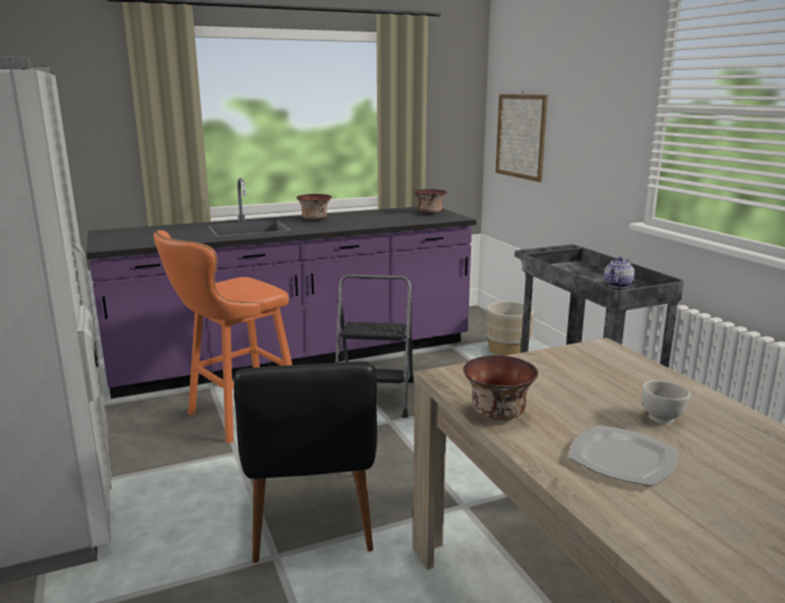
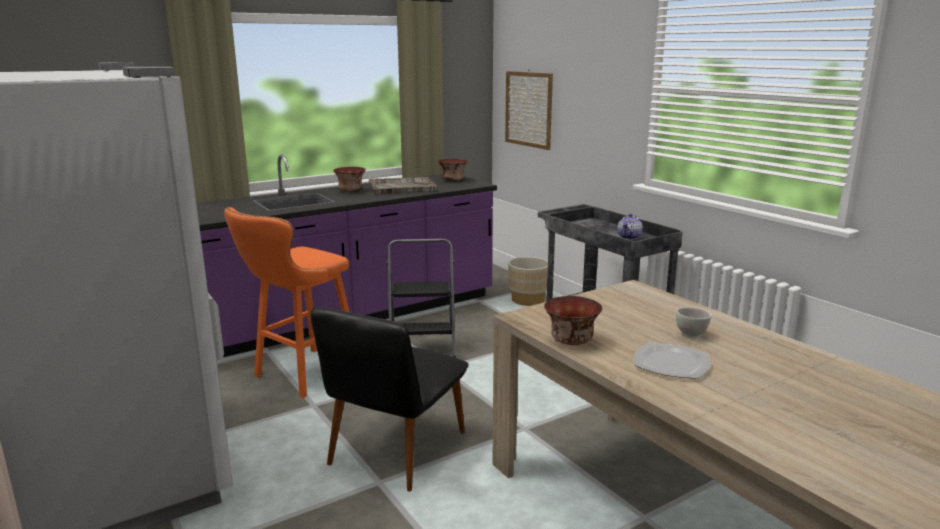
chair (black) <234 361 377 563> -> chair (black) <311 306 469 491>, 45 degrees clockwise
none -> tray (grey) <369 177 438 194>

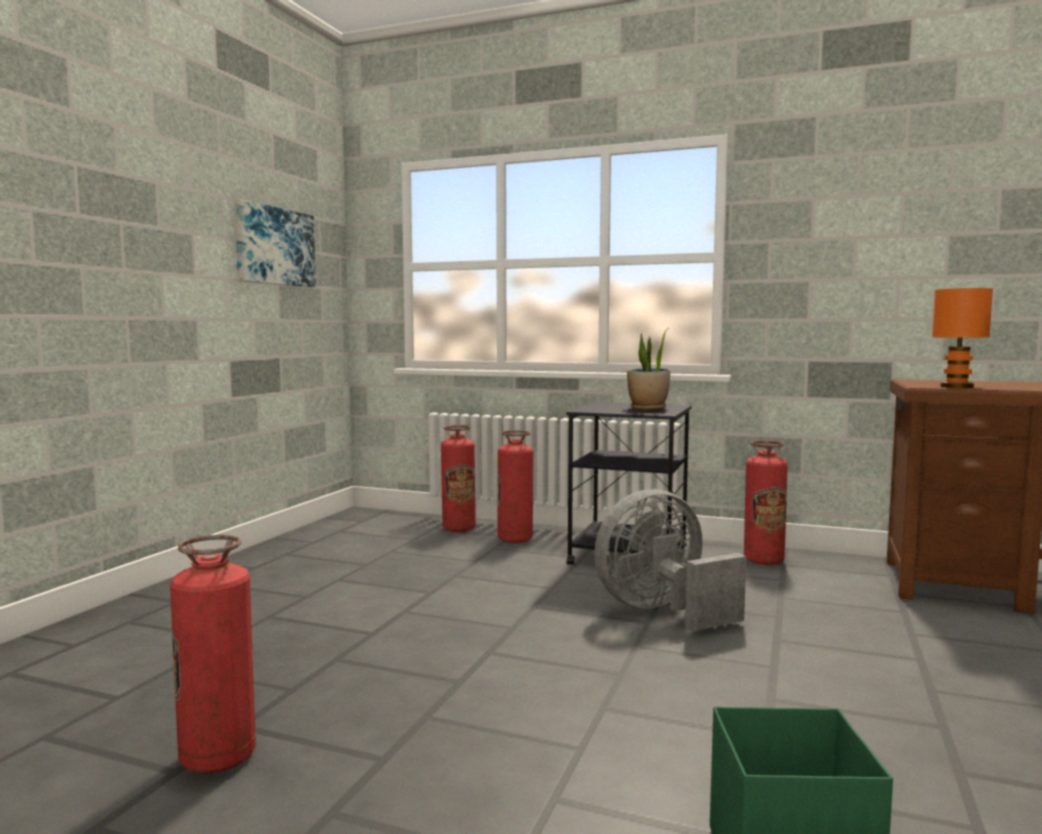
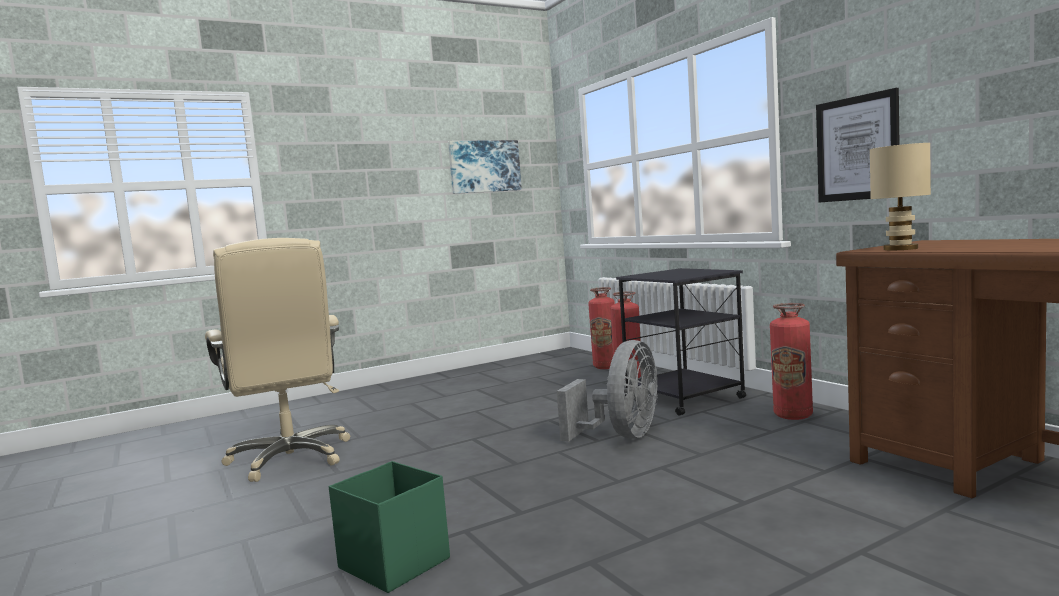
fire extinguisher <170 535 256 773> -> office chair (beige) <205 238 351 482>
fan (grey) <594 489 746 631> -> fan (grey) <557 340 658 442>, 105 degrees clockwise
potted plant <627 328 670 410> -> none
table lamp (orange) <932 288 993 388> -> table lamp (beige) <870 143 931 250>
none -> picture <816 88 899 202>

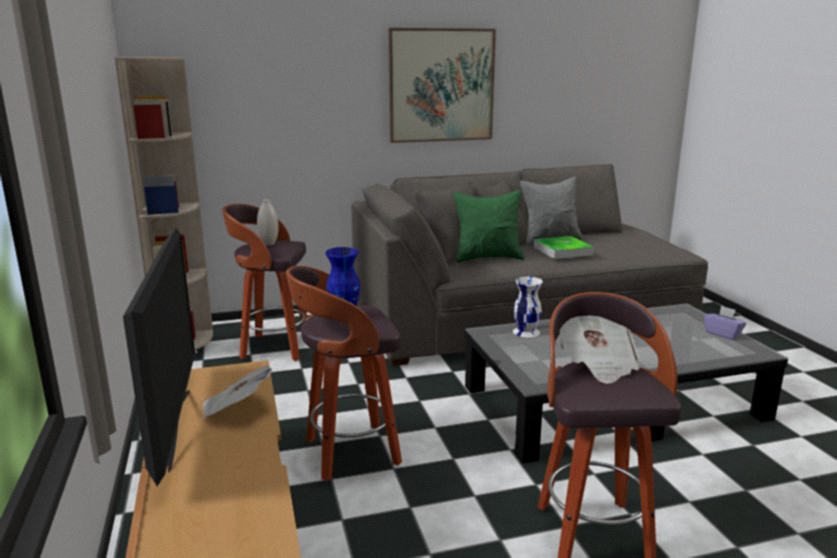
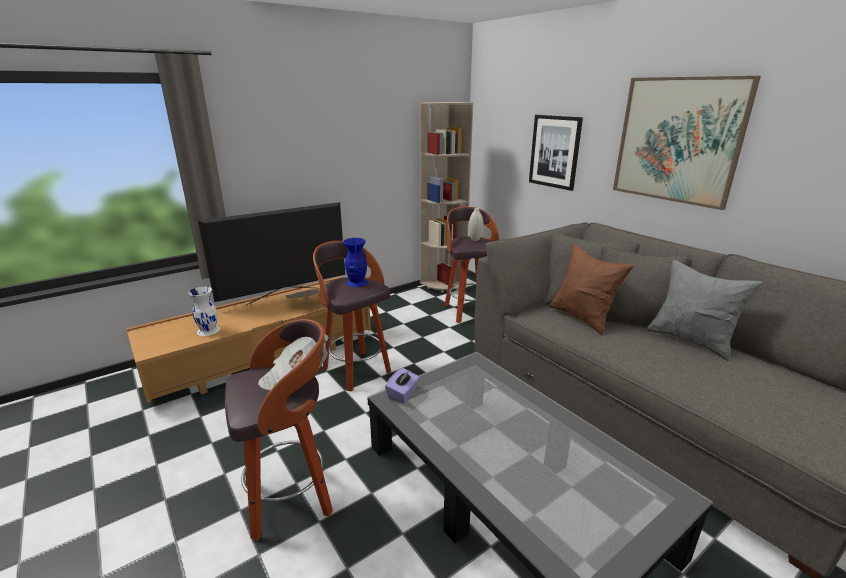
pillow (green) <453 190 525 263> -> pillow (brown) <549 244 634 336>
vase (white) <513 276 543 338> -> vase (white) <188 287 220 336>, move
tray <534 236 594 259> -> none
tissue box (purple) <704 306 746 340> -> tissue box (purple) <385 368 420 403>, move
none -> picture <529 115 583 191>

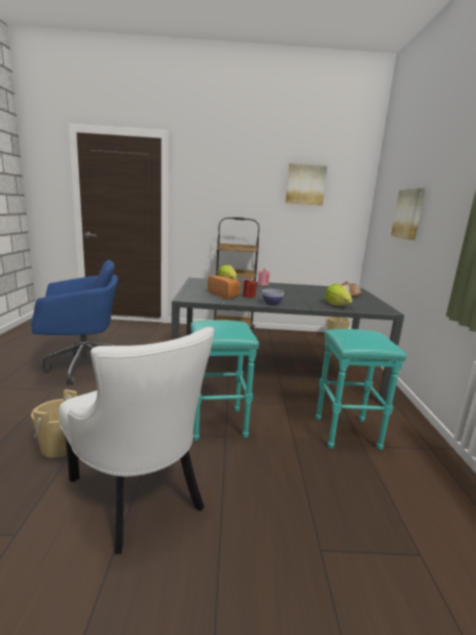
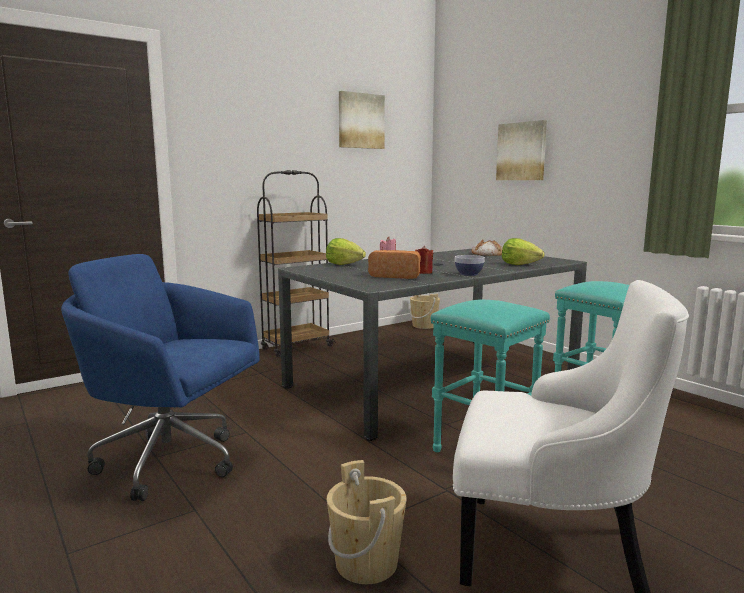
office chair (blue) <31 260 118 385> -> office chair (blue) <61 254 260 501>, 105 degrees counterclockwise

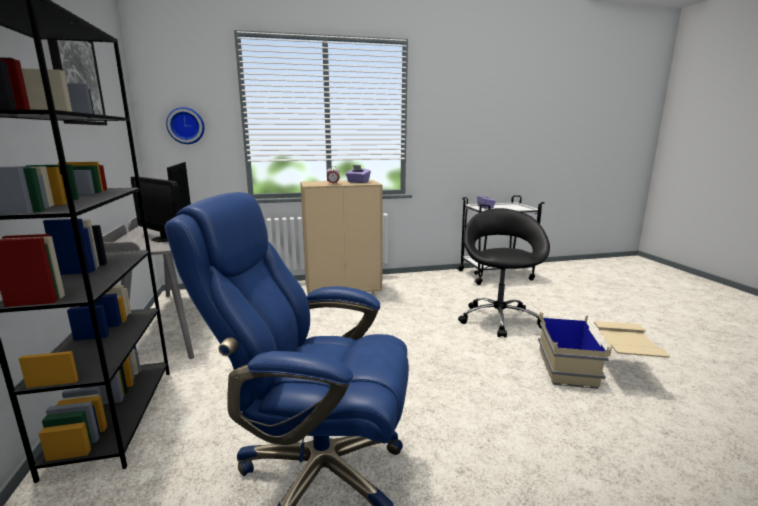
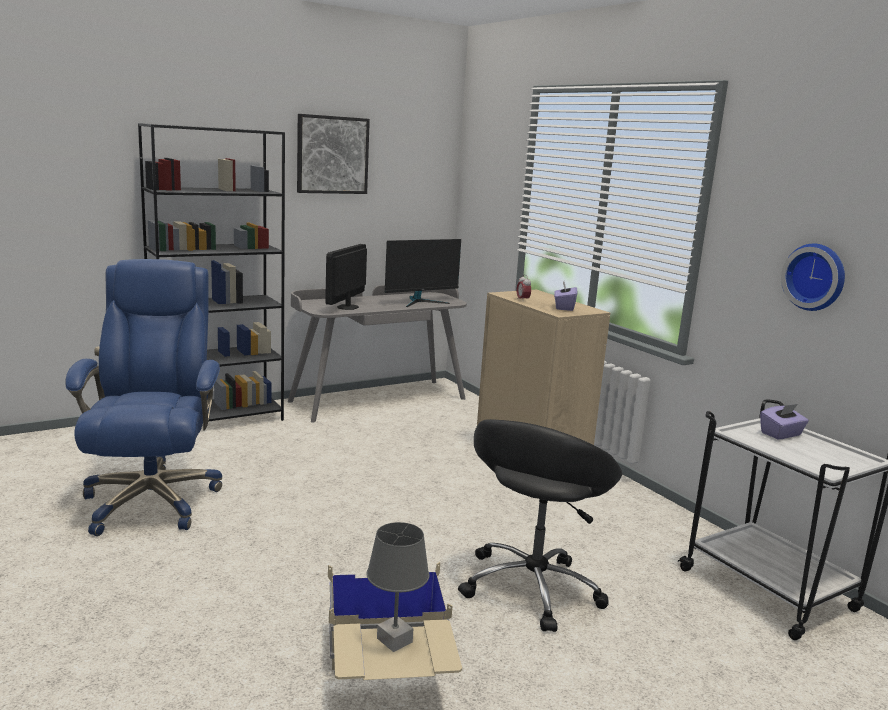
wall clock <166 107 204 144> -> wall clock <781 244 845 311>, move
office chair (black) <458 208 550 337> -> office chair (black) <458 419 622 632>, 135 degrees clockwise
none -> table lamp (grey) <366 522 430 652>

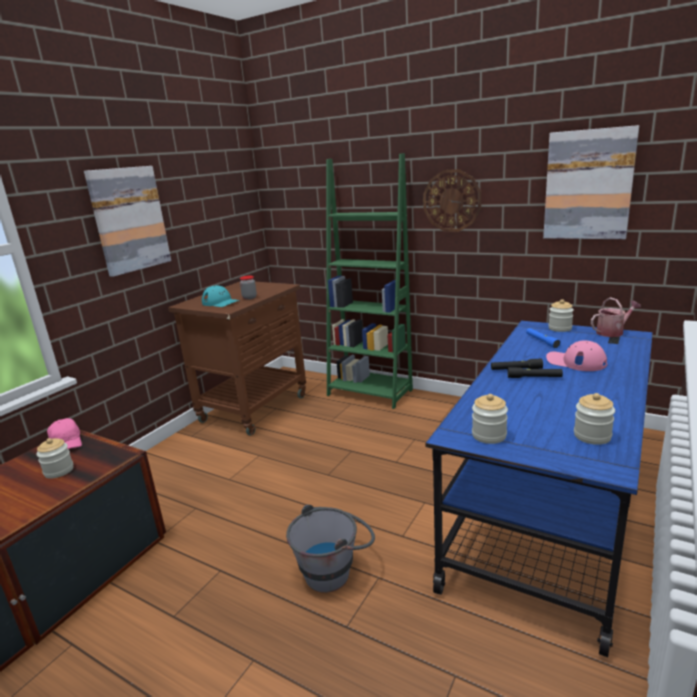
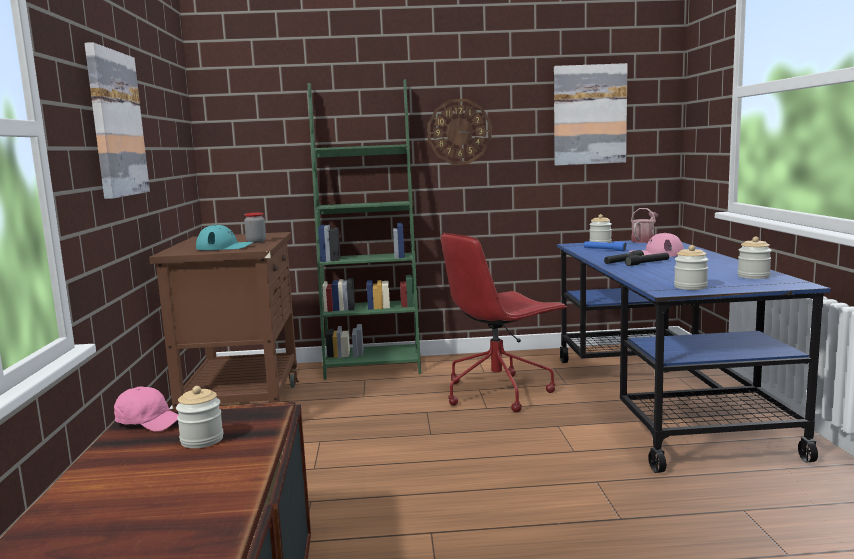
bucket (grey) <286 504 375 593> -> none
none -> office chair (red) <441 233 567 413>

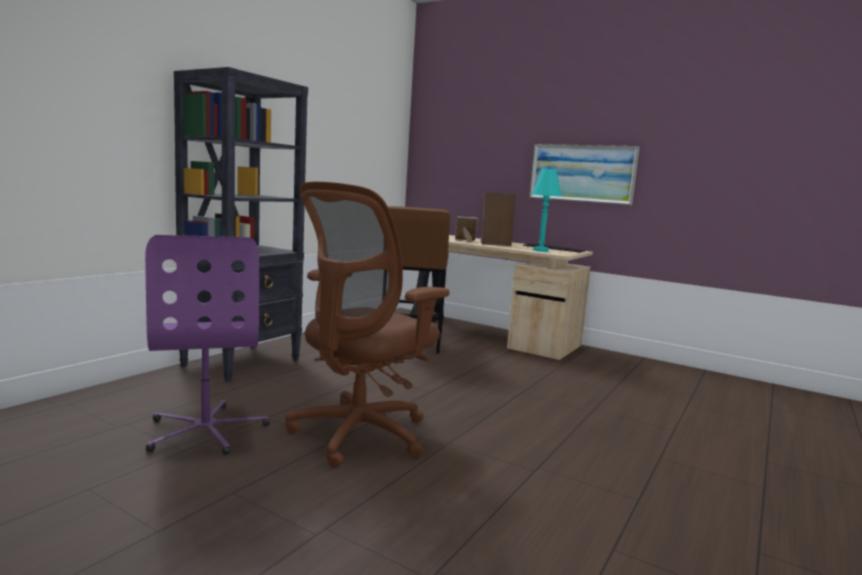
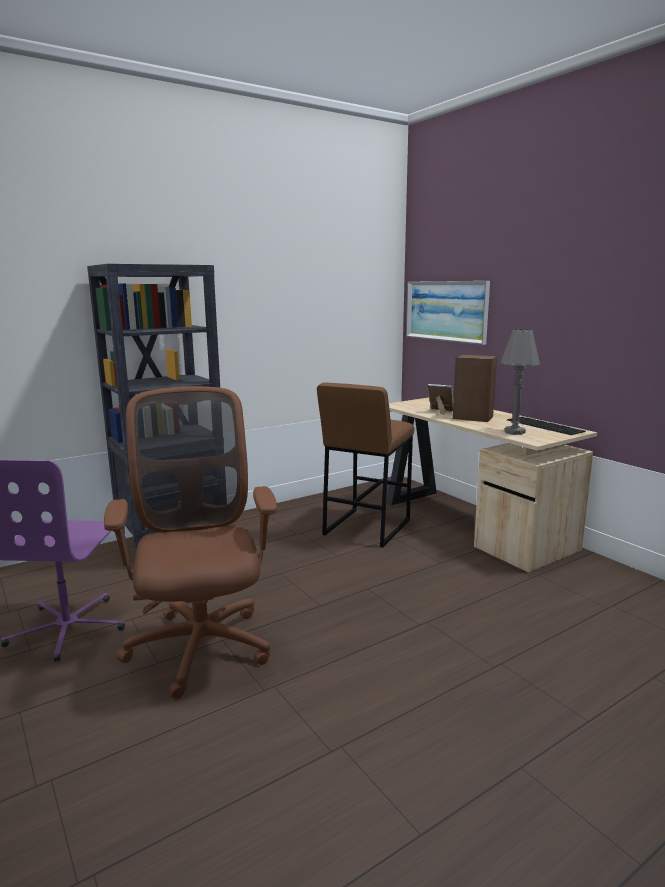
office chair (brown) <285 182 449 468> -> office chair (brown) <104 386 277 699>, 105 degrees clockwise
picture <529 144 639 205> -> picture <406 281 490 345>, move
table lamp (turquoise) <532 169 562 252> -> table lamp (grey) <501 329 540 435>

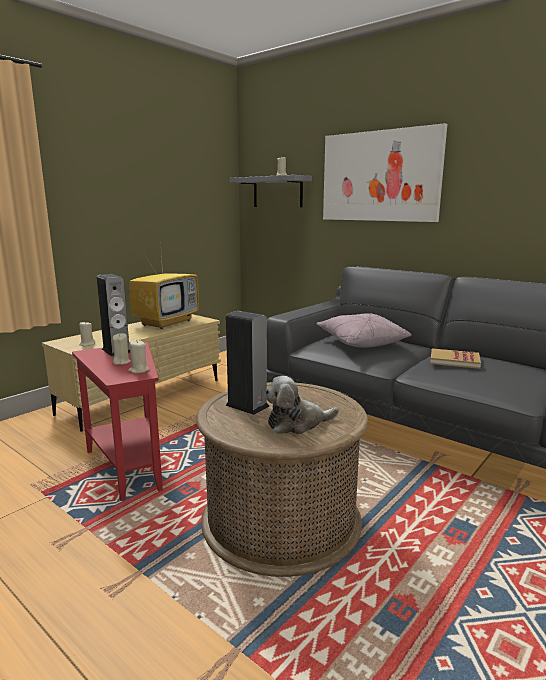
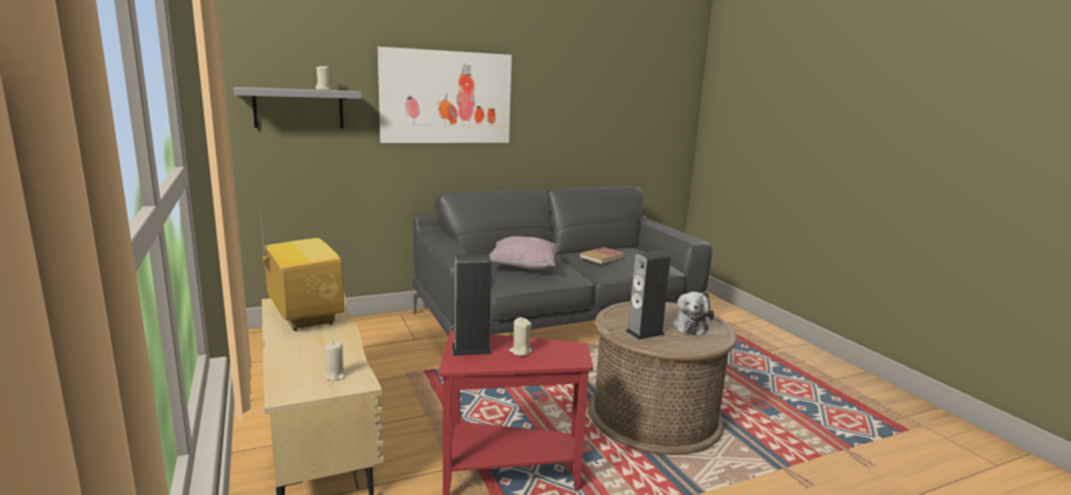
candle (beige) <128 340 149 373> -> none

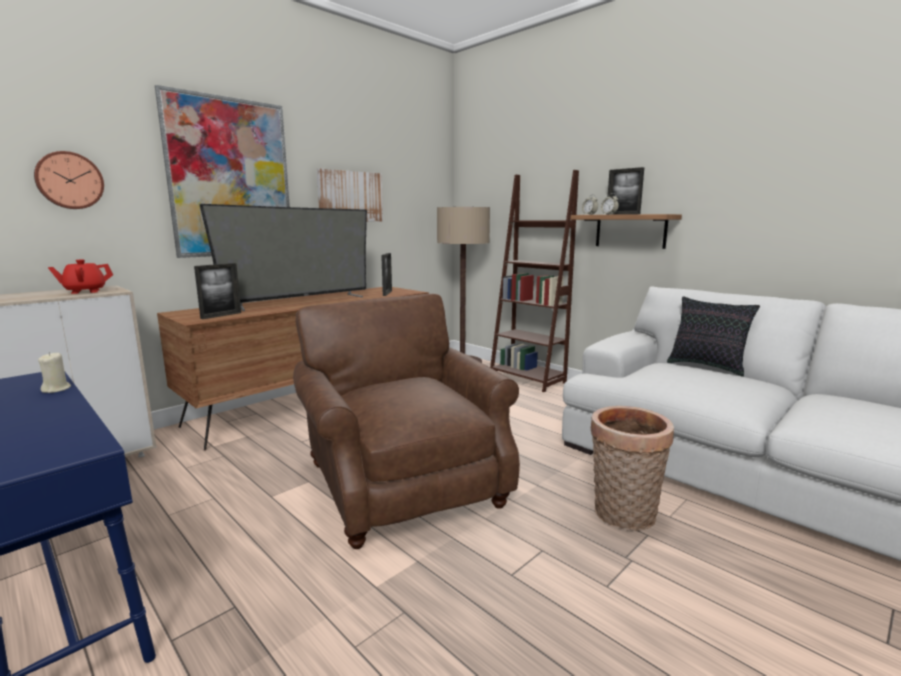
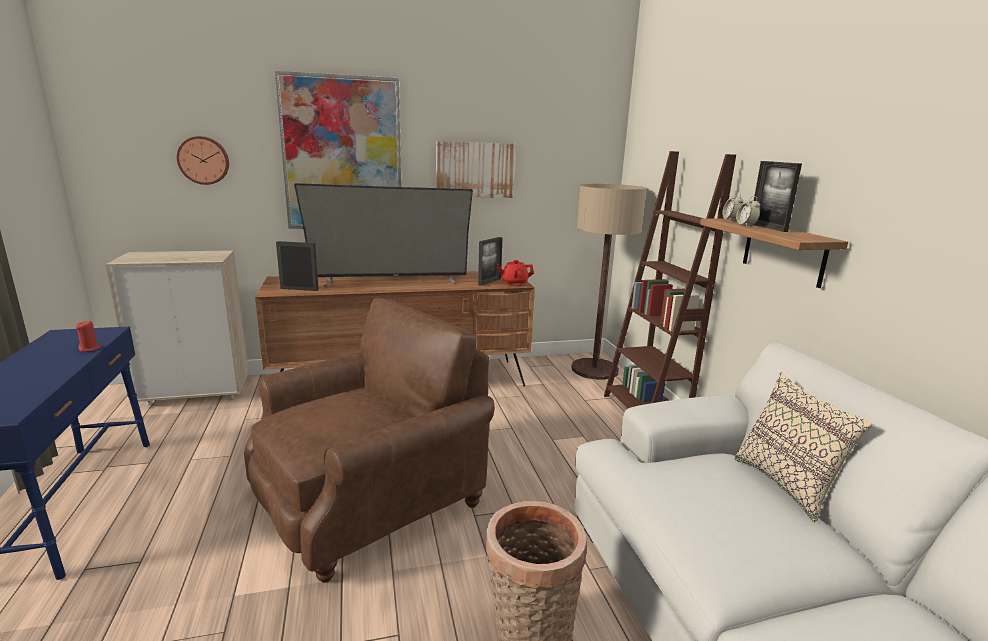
candle (beige) <38 352 71 393> -> candle (red) <76 321 101 352>
teapot (red) <48 260 113 294> -> teapot (red) <496 260 534 286>, move
picture frame <194 263 241 319> -> picture frame <276 241 319 291>, 150 degrees counterclockwise
armchair (brown) <293 294 520 549> -> armchair (brown) <244 298 495 583>, 45 degrees clockwise
pillow (black) <667 297 760 377> -> pillow (beige) <734 372 872 522>

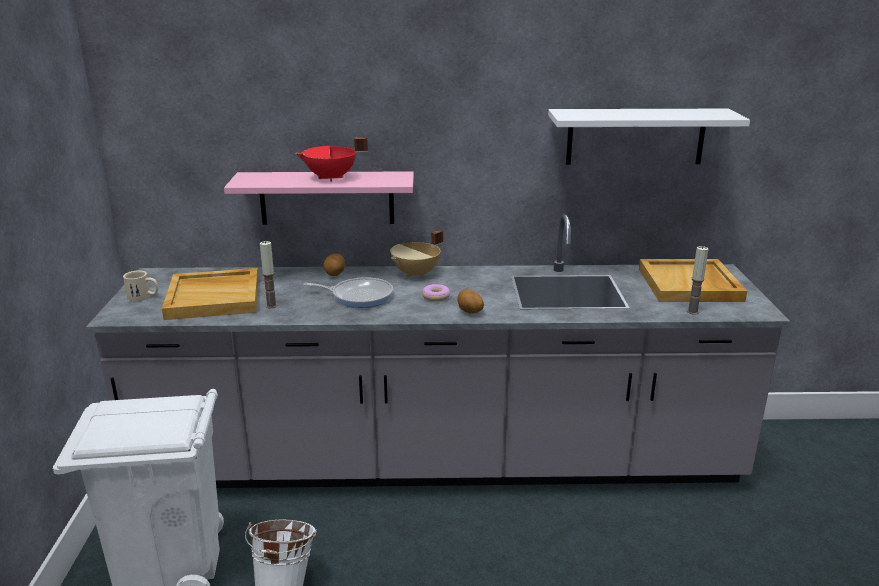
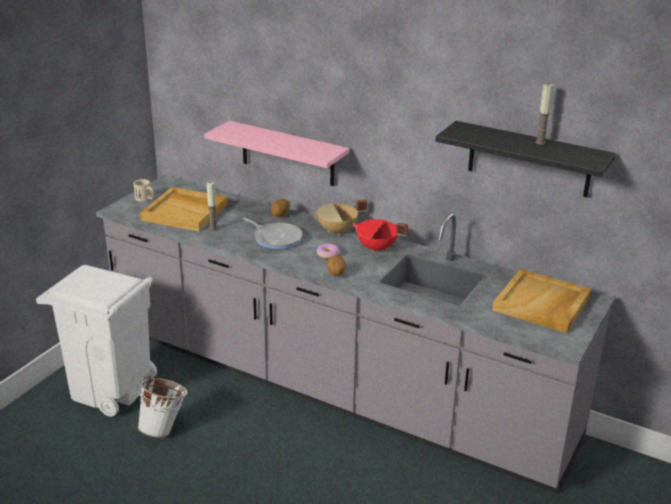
cooking pot (red) <296 137 368 182> -> cooking pot (red) <352 219 408 253>, move
shelf (white) <548 109 750 165> -> shelf (black) <436 121 616 197>
candle <687 246 708 315> -> candle <535 83 553 145>, move

